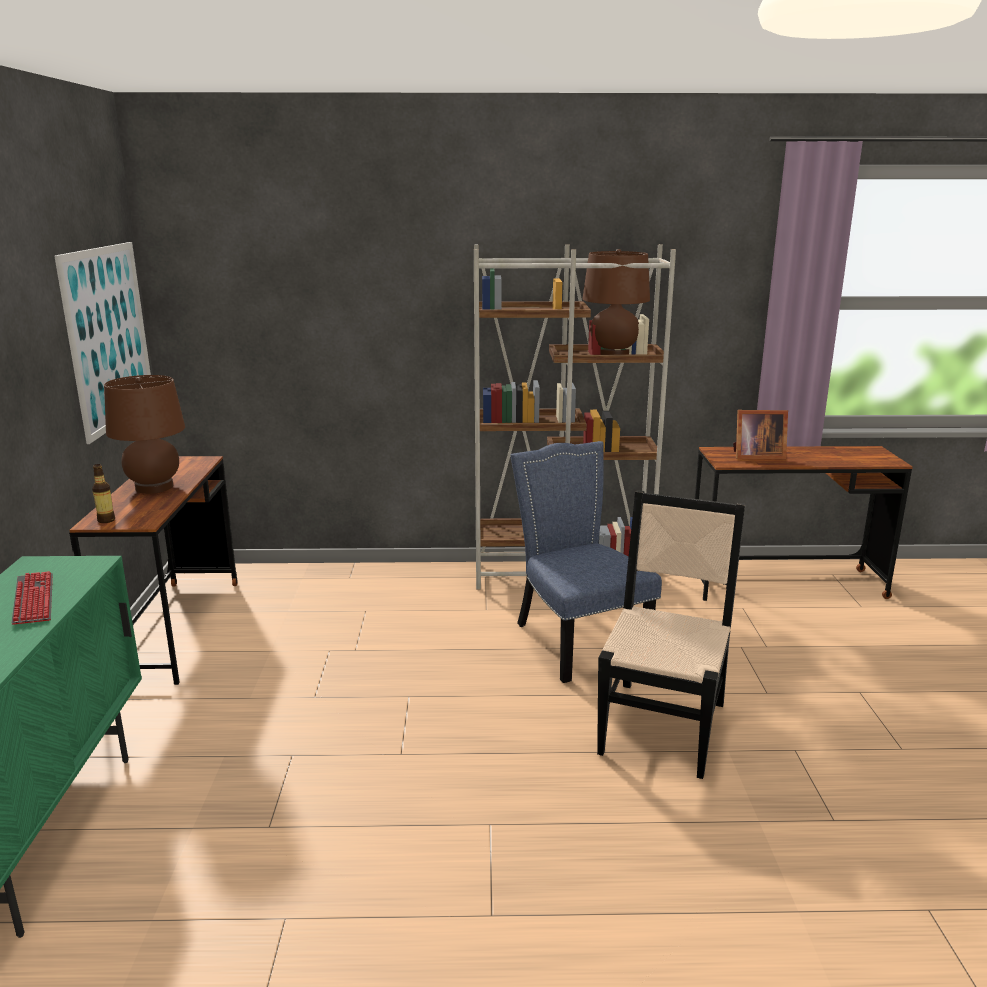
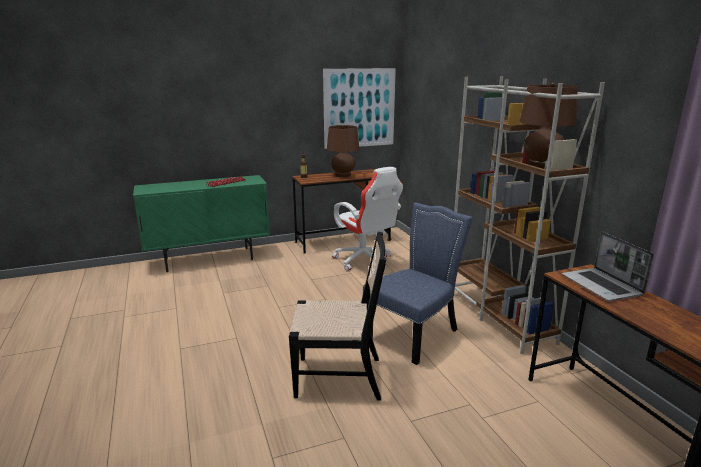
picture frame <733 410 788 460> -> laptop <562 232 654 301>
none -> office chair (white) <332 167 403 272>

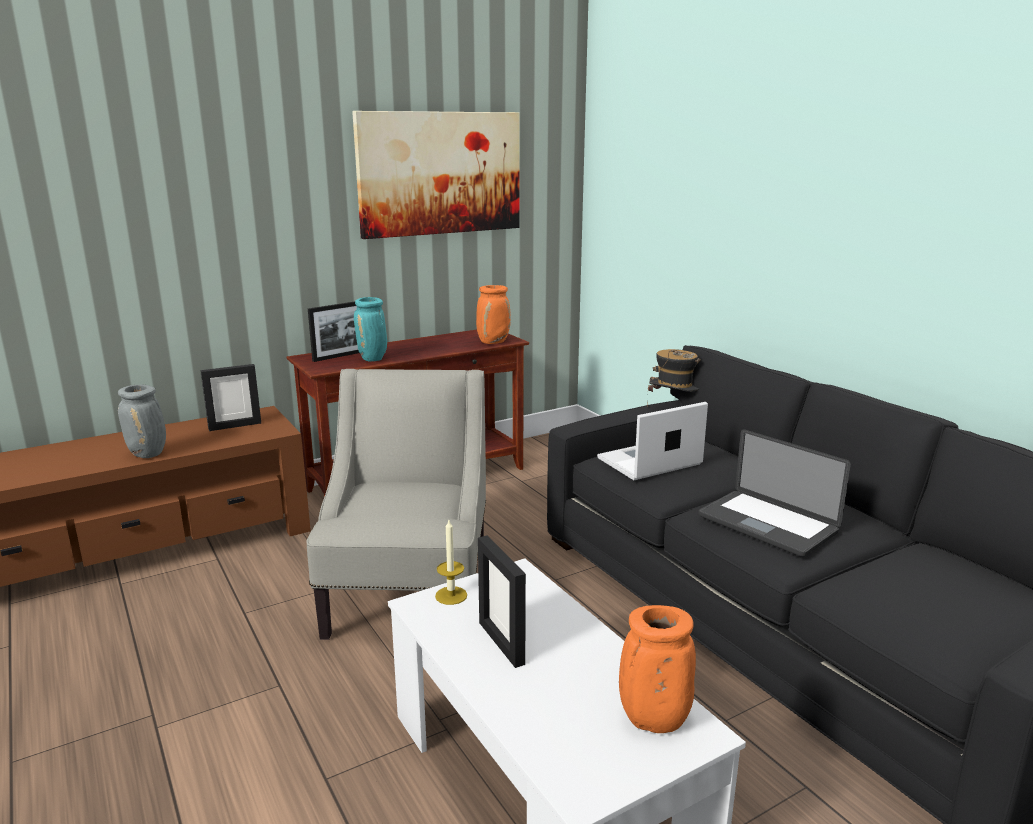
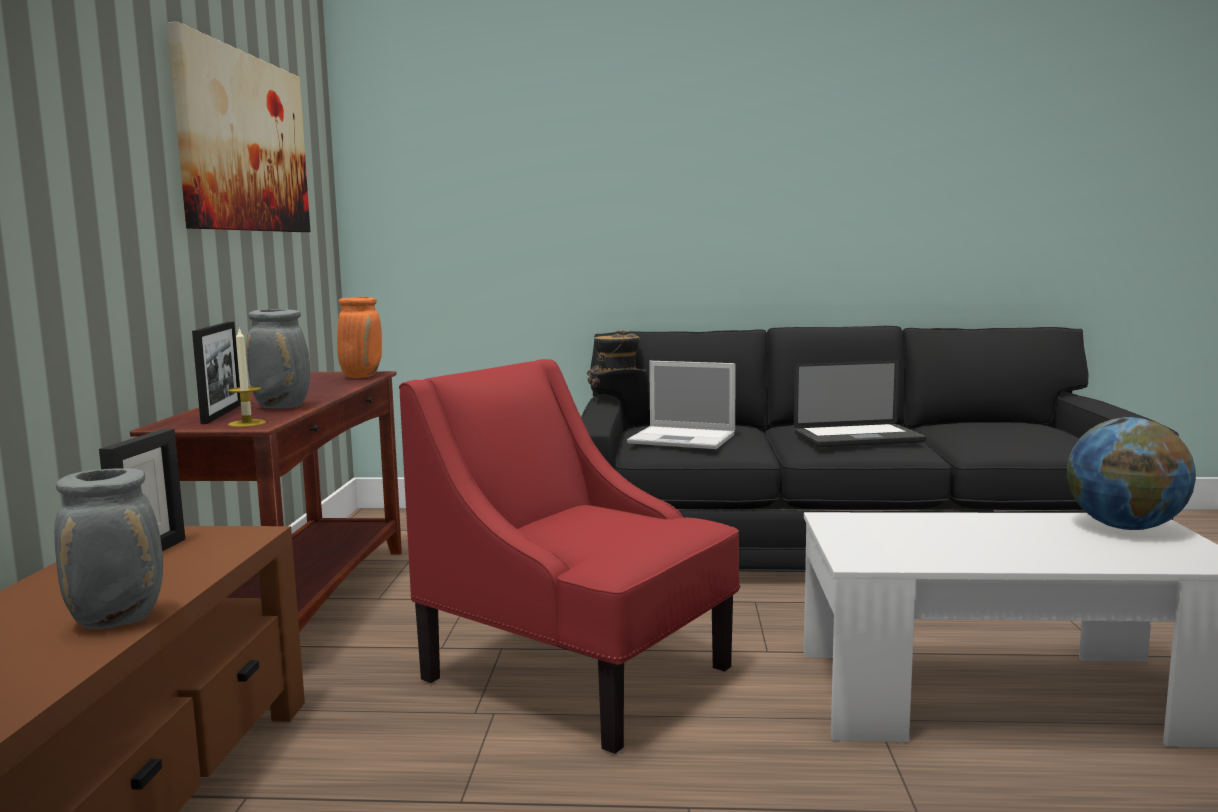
armchair (grey) <306 369 486 640> -> armchair (red) <399 359 740 754>
vase (turquoise) <354 297 387 361> -> vase (grey) <246 309 310 408>
candle <435 520 467 605> -> candle <228 327 266 427>, move
picture frame <478 535 526 668> -> none
laptop <597 402 708 480> -> laptop <627 361 736 449>, 75 degrees counterclockwise
vase (orange) <619 605 696 733> -> globe <1067 417 1196 530>

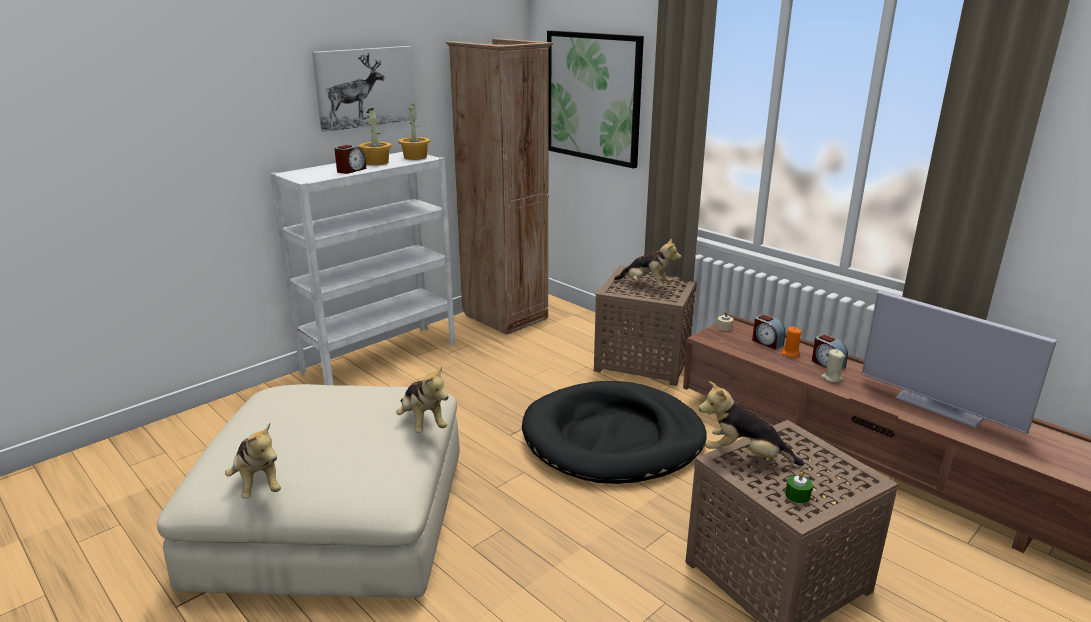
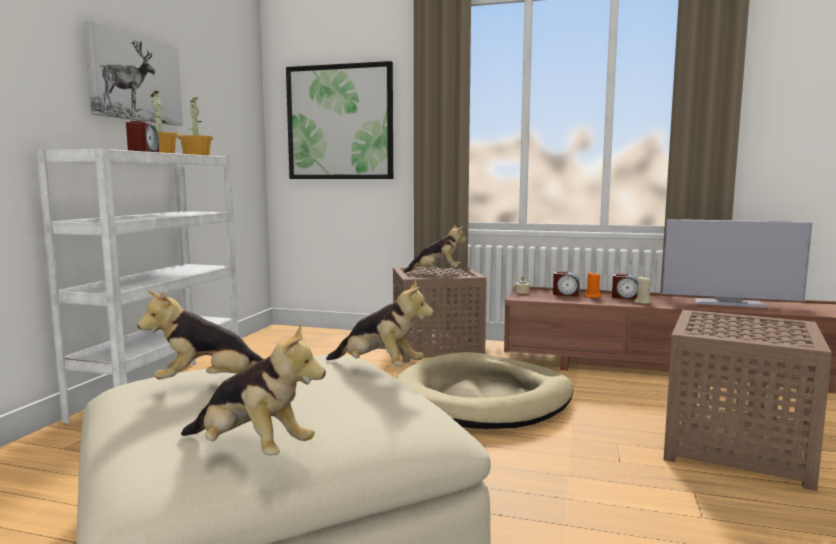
cabinet (brown) <446 39 554 335> -> none
dog bed (black) <522 381 707 484> -> dog bed (beige) <395 352 573 429>
plush toy <699 381 804 466> -> plush toy <137 290 263 380>, move
candle (green) <785 472 813 503> -> none

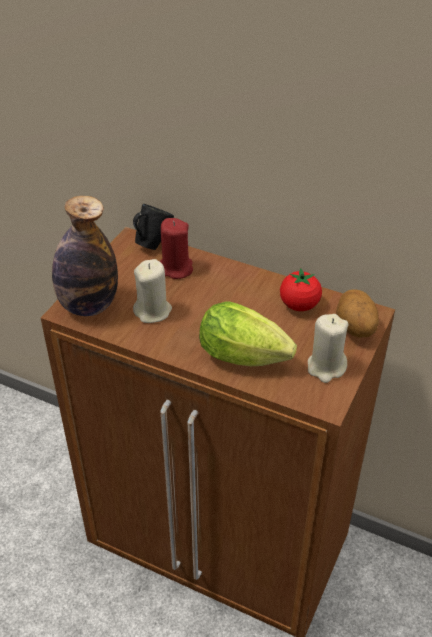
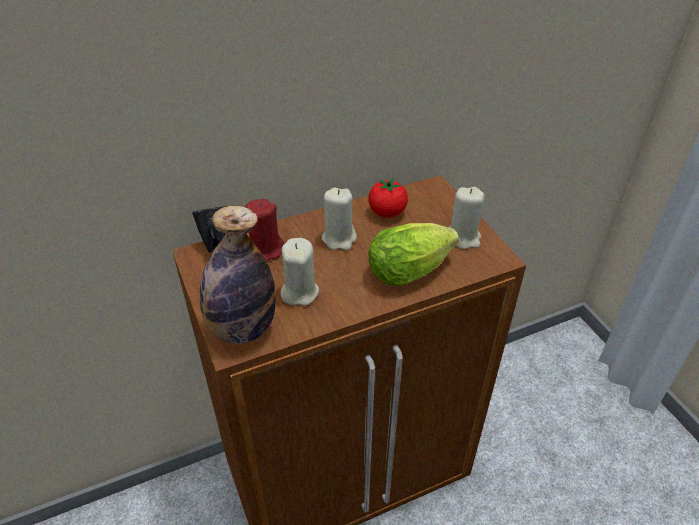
potato <336 289 379 338> -> none
none -> candle (beige) <322 188 357 250>

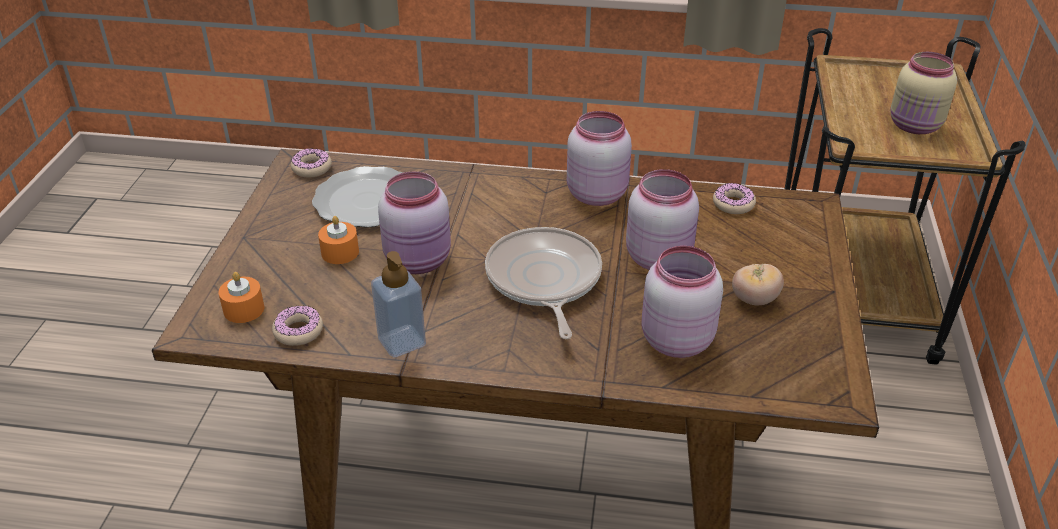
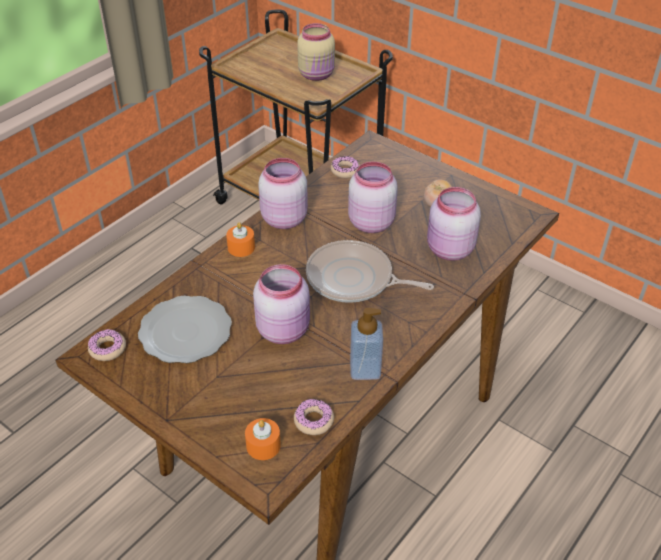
candle (orange) <318 216 359 264> -> candle (orange) <226 222 255 257>, move

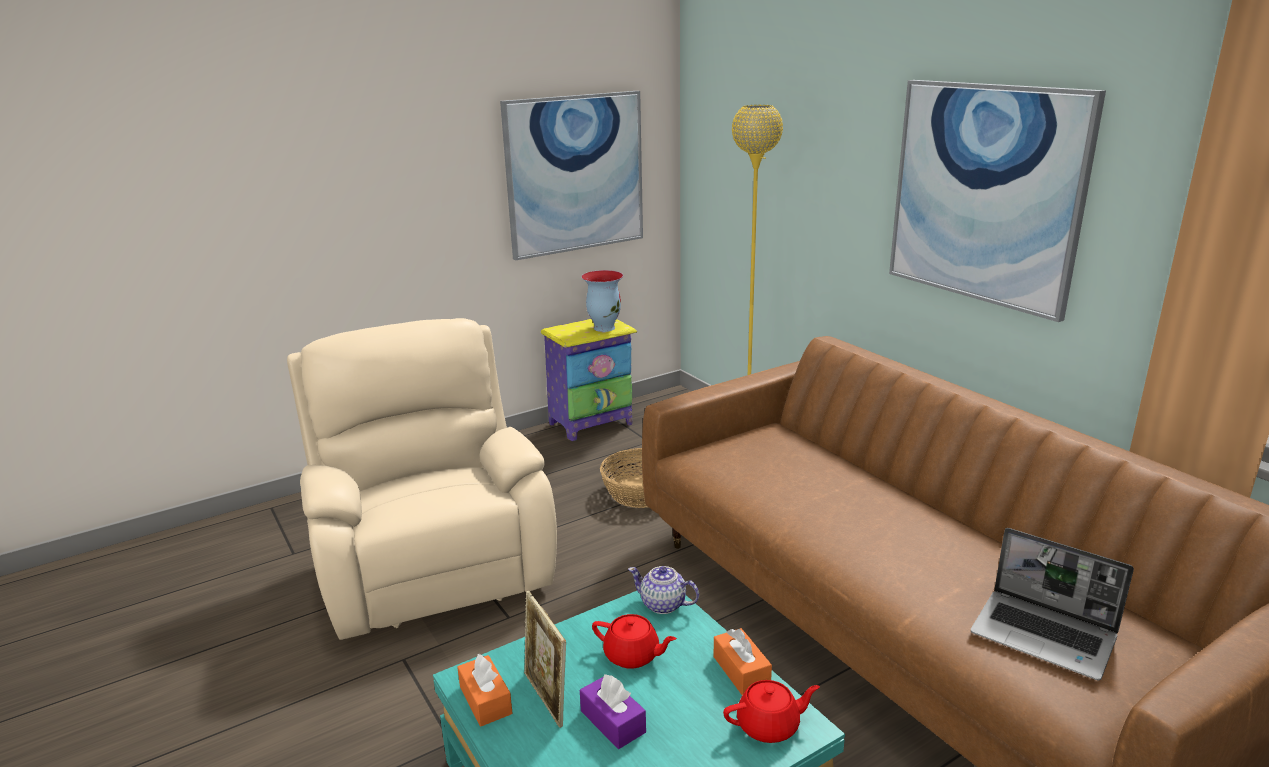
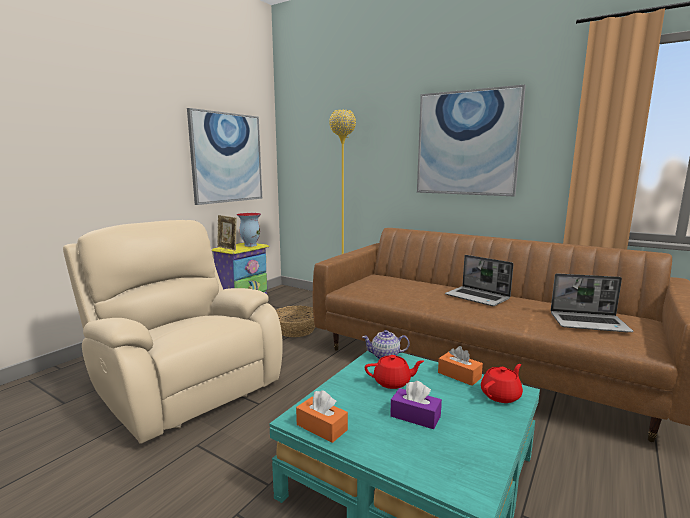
picture frame <524 591 566 728> -> picture frame <217 215 237 250>, move
none -> laptop <445 255 514 306>

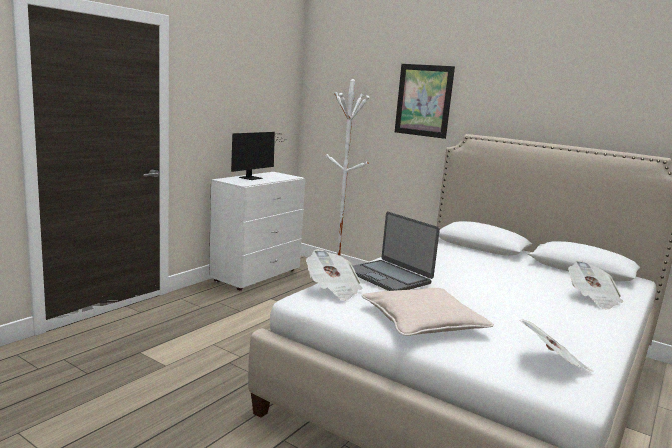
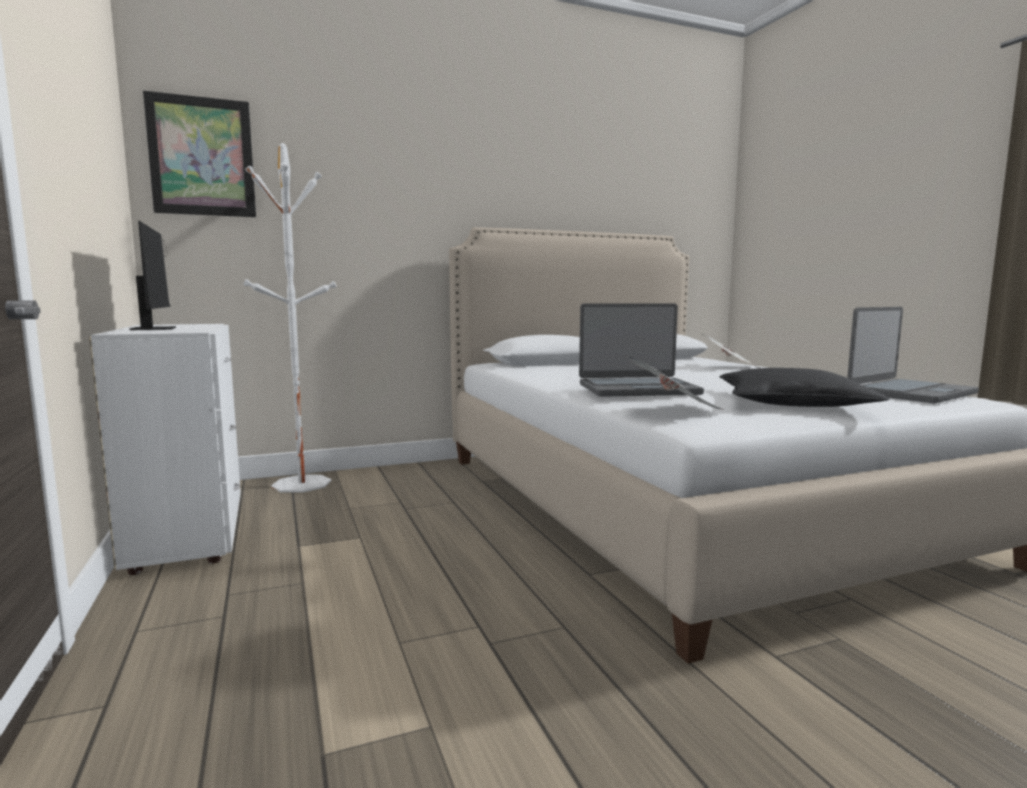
pillow (beige) <362 288 494 336> -> pillow (black) <720 368 889 407>
picture <395 64 455 139> -> picture <143 91 256 217>, move
newspaper <519 319 594 372> -> laptop <847 307 979 403>

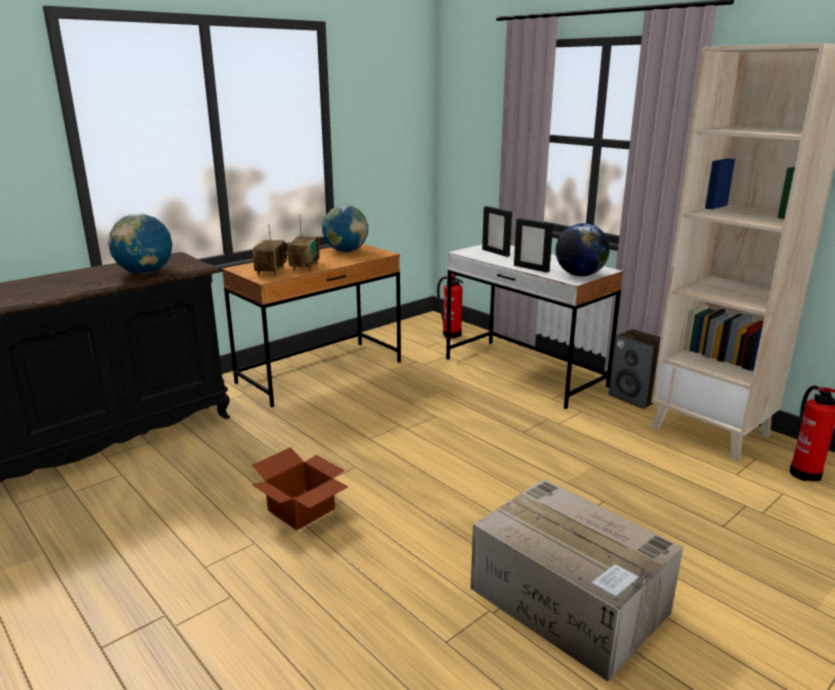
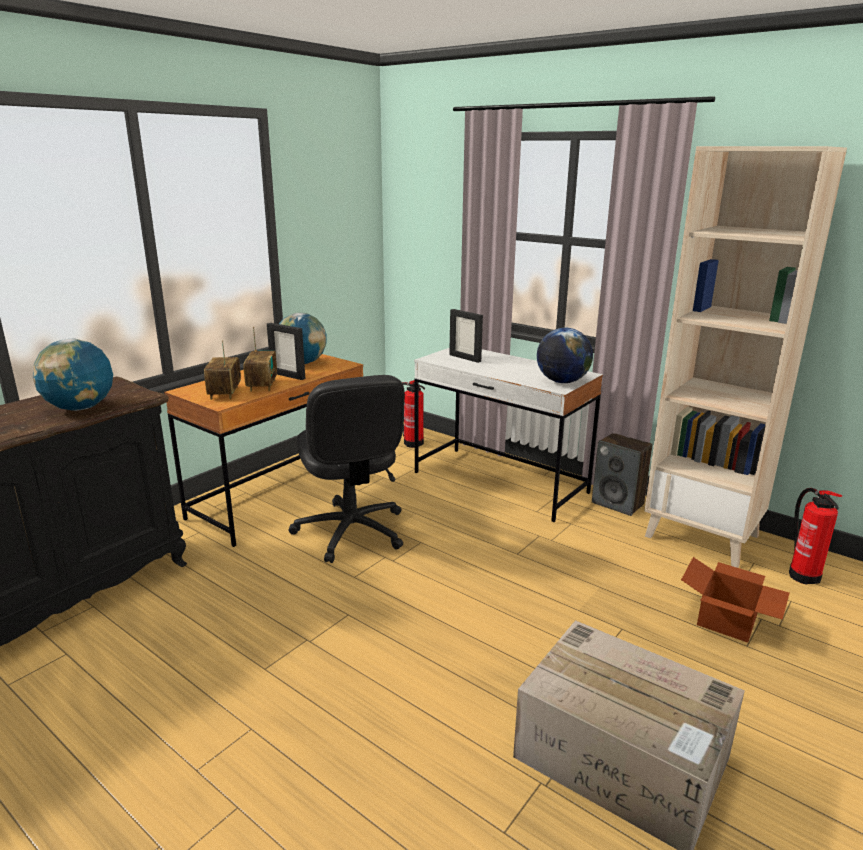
cardboard box <252 447 348 530> -> cardboard box <681 557 790 643>, move
picture frame <514 218 553 273> -> picture frame <267 323 305 380>, move
none -> office chair (black) <289 375 405 563>

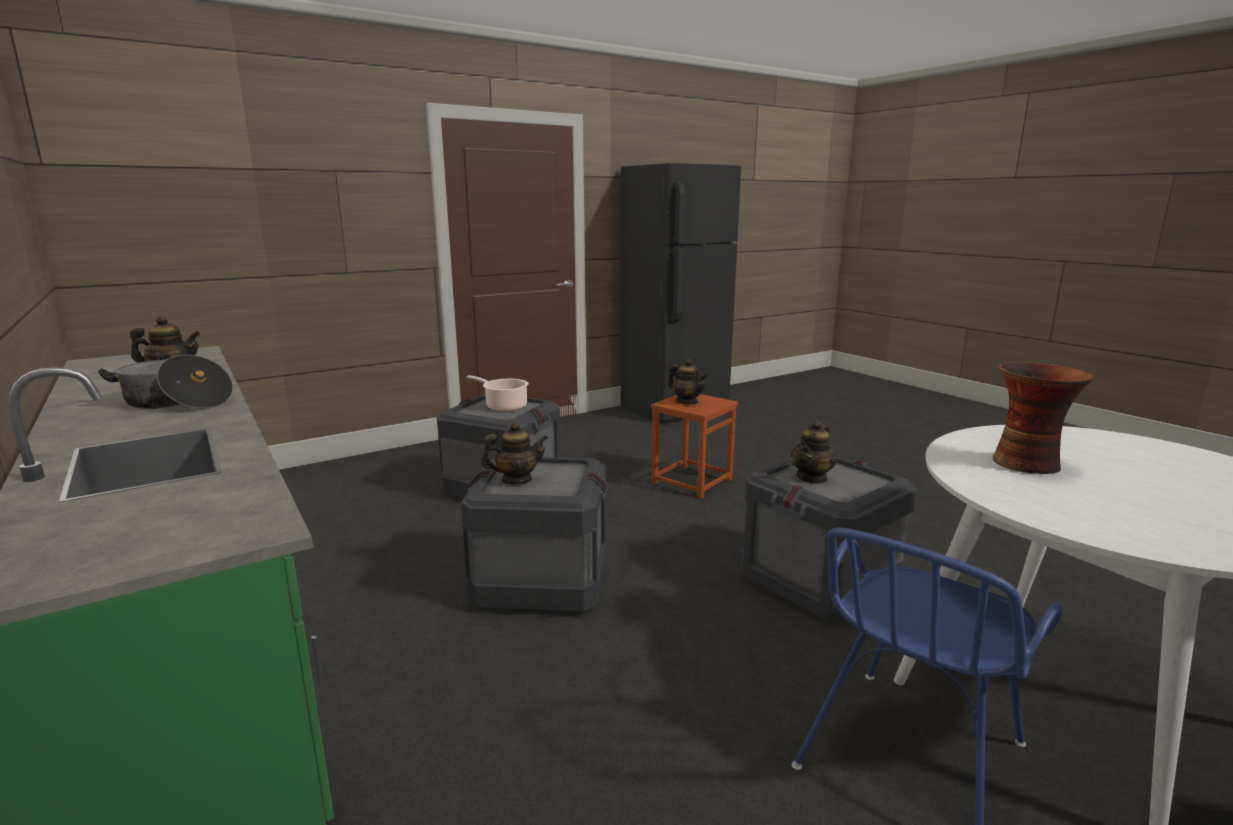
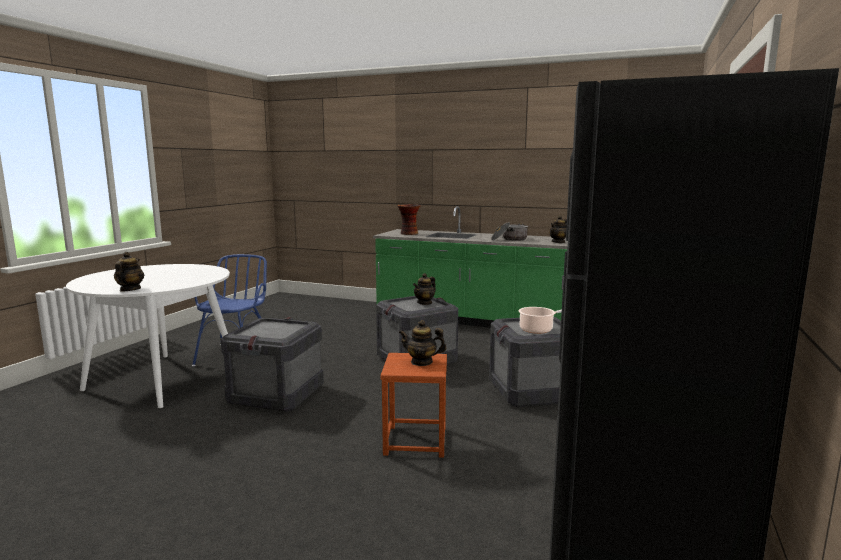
teapot <791 420 837 484> -> teapot <114 252 144 291>, move
vase <993 362 1094 474> -> vase <397 204 421 235>, move

